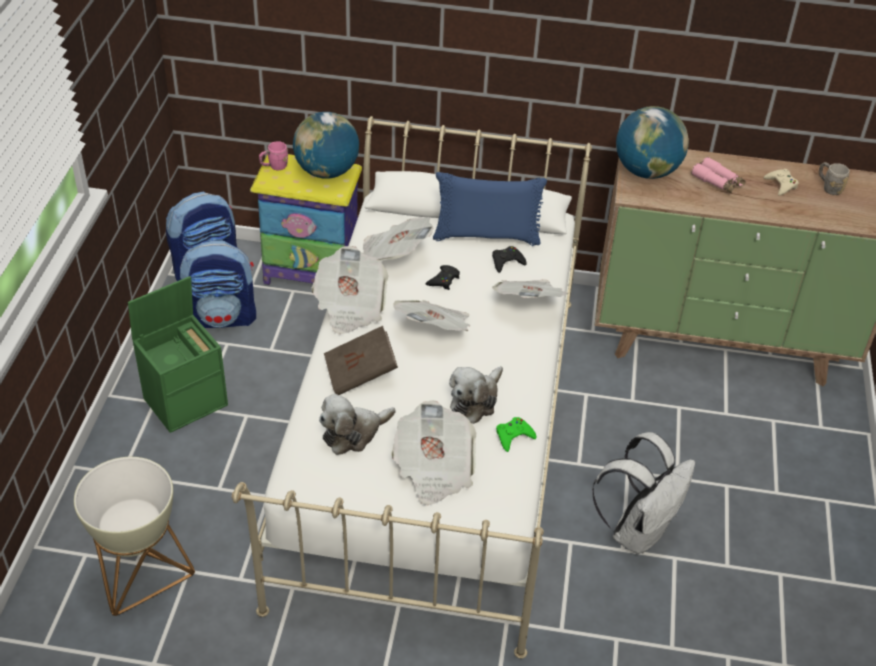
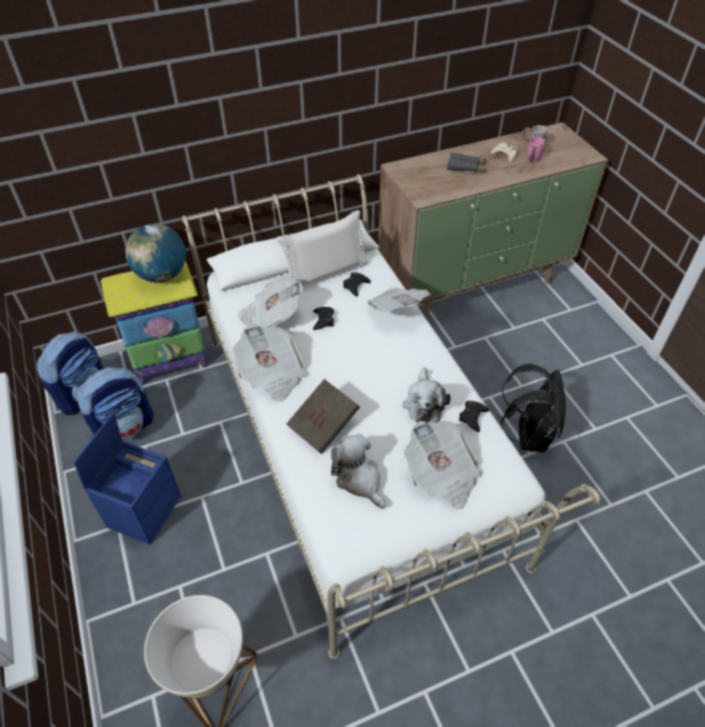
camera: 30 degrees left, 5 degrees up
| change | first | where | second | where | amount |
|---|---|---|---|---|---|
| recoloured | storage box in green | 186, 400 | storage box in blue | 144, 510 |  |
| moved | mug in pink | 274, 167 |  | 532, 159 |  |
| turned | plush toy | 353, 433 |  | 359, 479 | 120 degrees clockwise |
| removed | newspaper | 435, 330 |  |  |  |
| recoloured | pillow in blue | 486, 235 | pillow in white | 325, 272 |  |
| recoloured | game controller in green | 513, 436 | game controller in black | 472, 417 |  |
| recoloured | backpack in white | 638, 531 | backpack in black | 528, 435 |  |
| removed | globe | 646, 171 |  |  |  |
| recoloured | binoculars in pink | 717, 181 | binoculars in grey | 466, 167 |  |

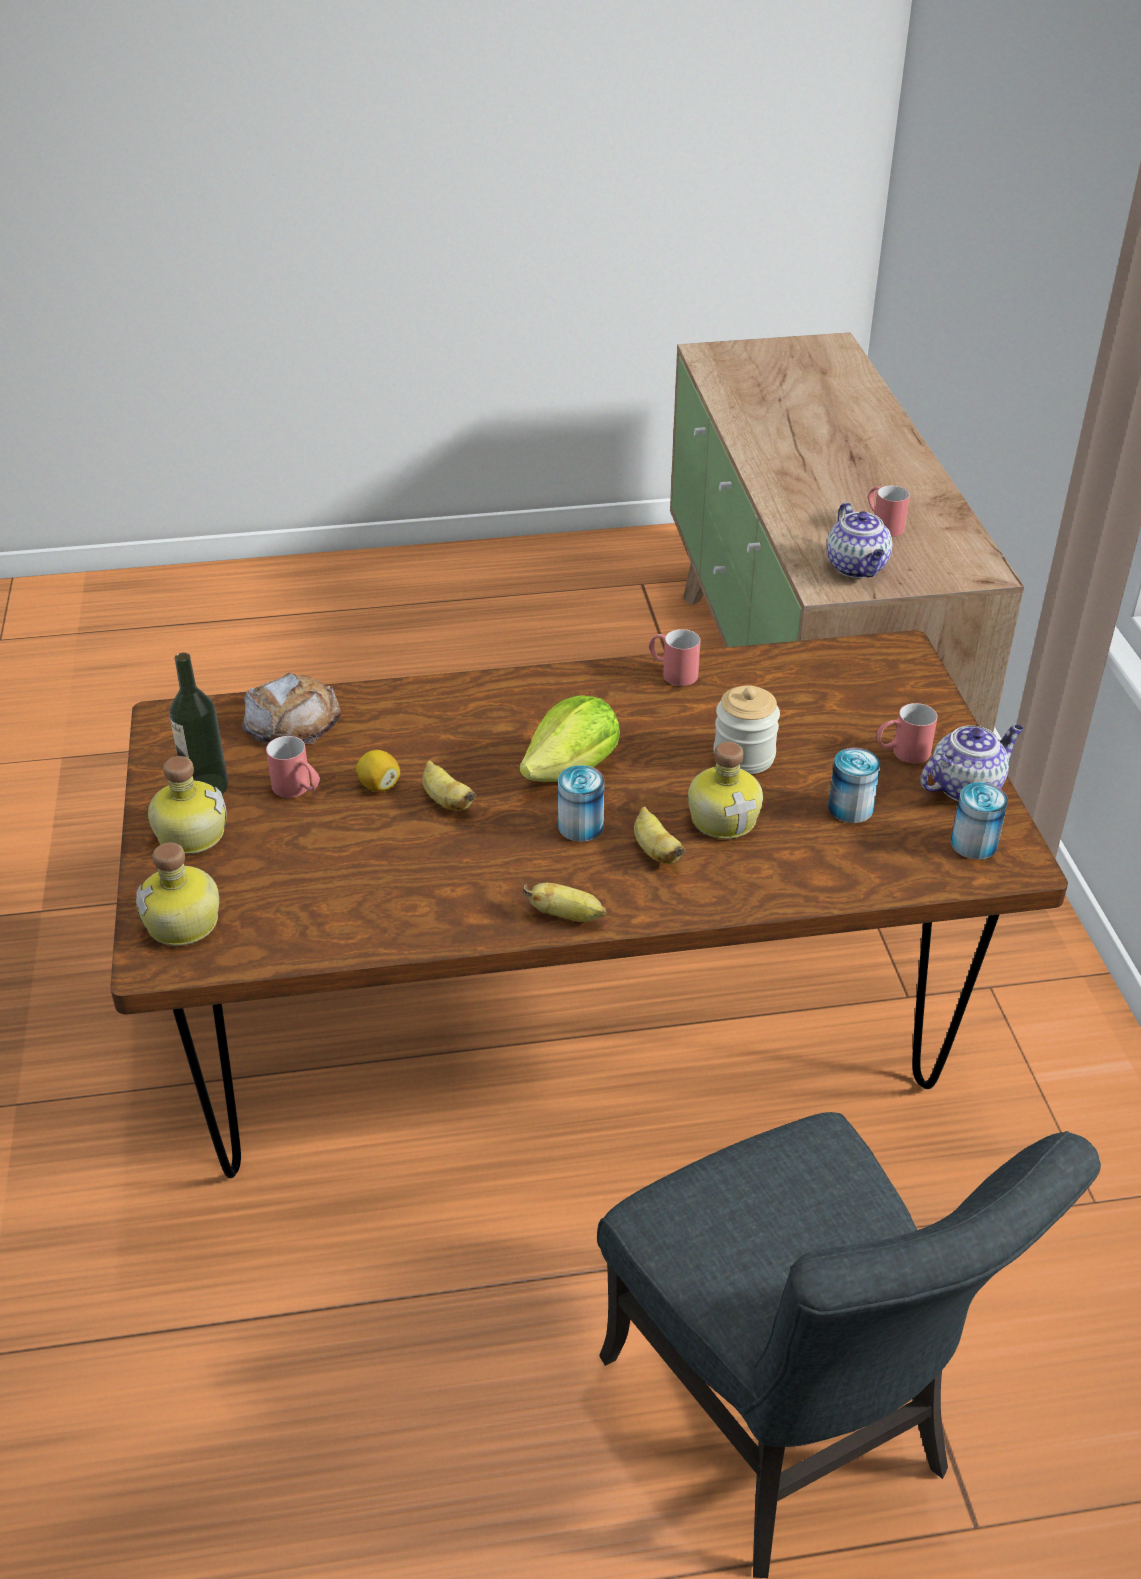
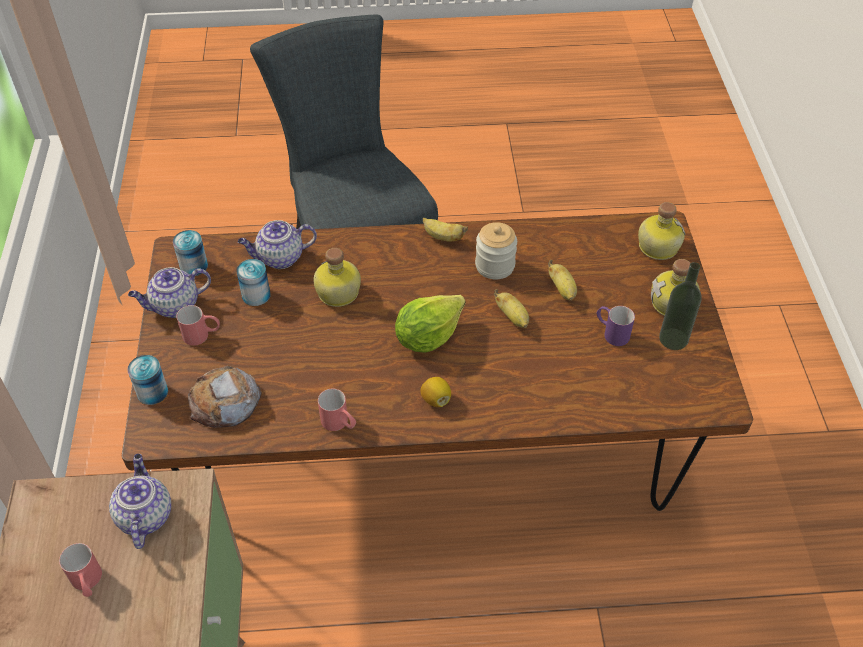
camera: 175 degrees left, 10 degrees up
| change | first | where | second | where | amount |
|---|---|---|---|---|---|
| moved | bread | 292, 719 |  | 224, 402 |  |
| recoloured | mug in red | 298, 790 | mug in purple | 611, 332 |  |
| moved | lemon | 379, 785 |  | 436, 399 |  |
| moved | can | 580, 826 |  | 152, 392 |  |
| moved | banana | 655, 851 |  | 562, 290 |  |
| moved | jar | 744, 756 |  | 495, 265 |  |
| added |  |  | teapot | 279, 258 |  |

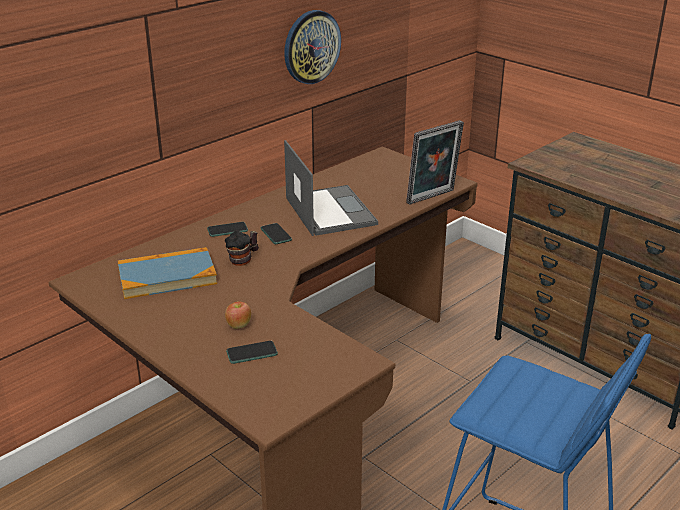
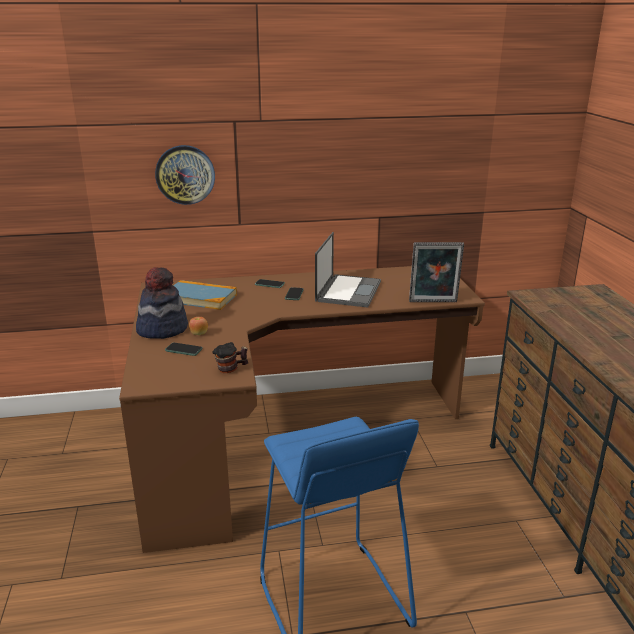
camera: 35 degrees right, 5 degrees down
| change | first | where | second | where | amount |
|---|---|---|---|---|---|
| moved | mug | 243, 260 |  | 231, 369 |  |
| moved | wall clock | 311, 47 |  | 185, 174 |  |
| added |  |  | hat | 162, 329 |  |

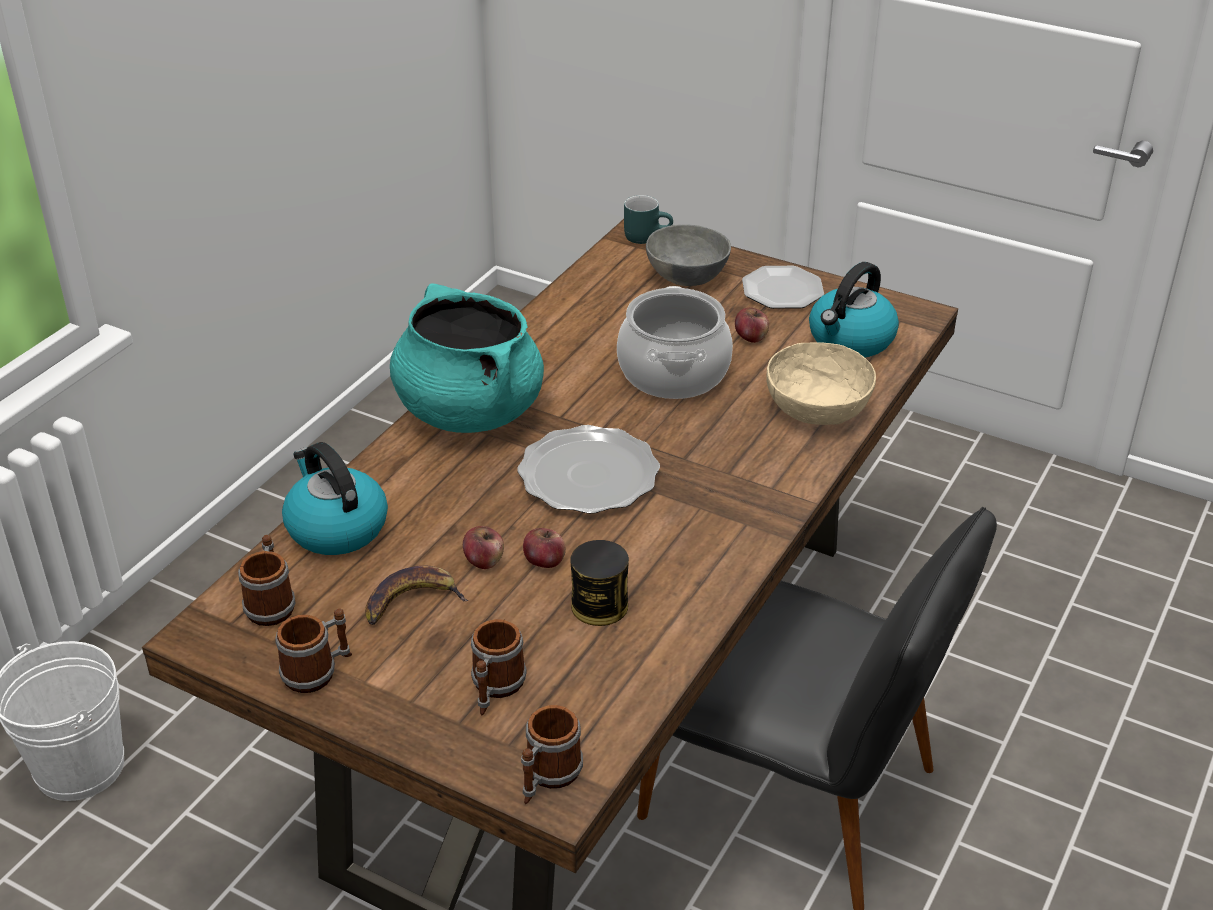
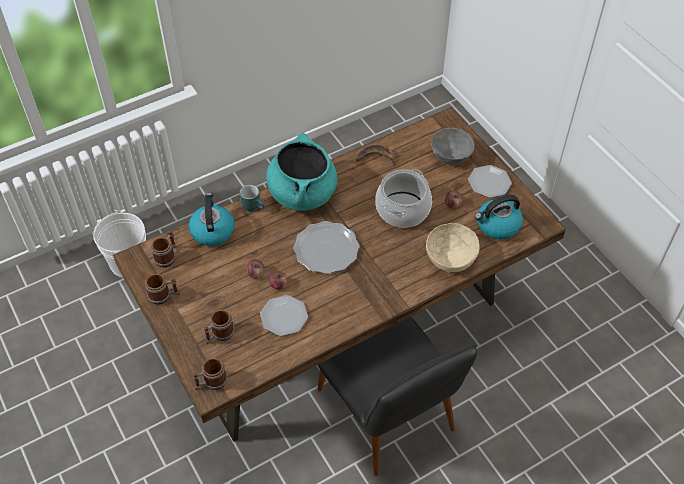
camera: 30 degrees right, 15 degrees up
| change | first | where | second | where | amount |
|---|---|---|---|---|---|
| moved | banana | 412, 601 |  | 376, 158 |  |
| replaced | can | 599, 606 | plate | 284, 316 |  |
| moved | mug in turquoise | 646, 236 |  | 254, 206 |  |

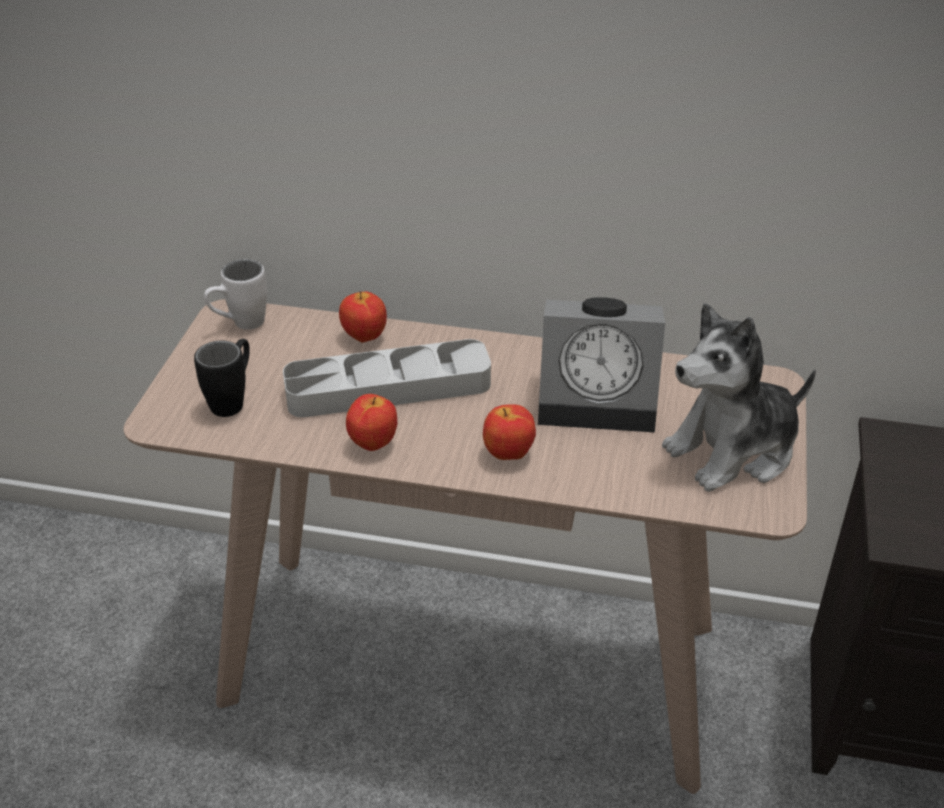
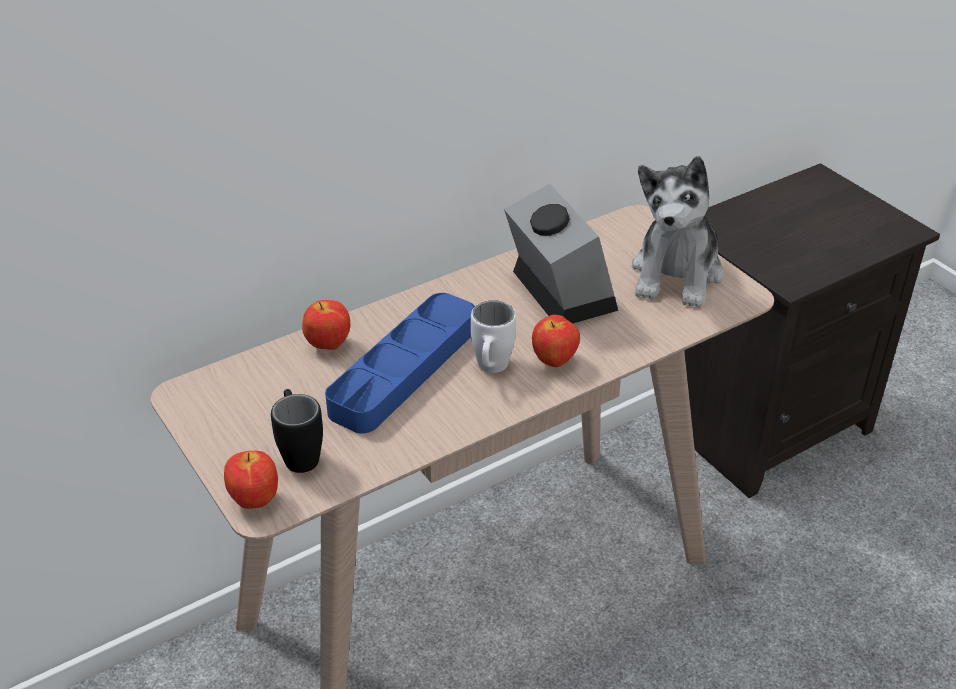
camera: 45 degrees left, 0 degrees up
| change | first | where | second | where | amount |
|---|---|---|---|---|---|
| moved | mug in white | 240, 324 |  | 490, 370 |  |
| recoloured | tray in grey | 388, 388 | tray in blue | 404, 369 |  |
| moved | apple | 372, 443 |  | 254, 500 |  |
| turned | alarm clock | 601, 400 |  | 557, 290 | 75 degrees counterclockwise |

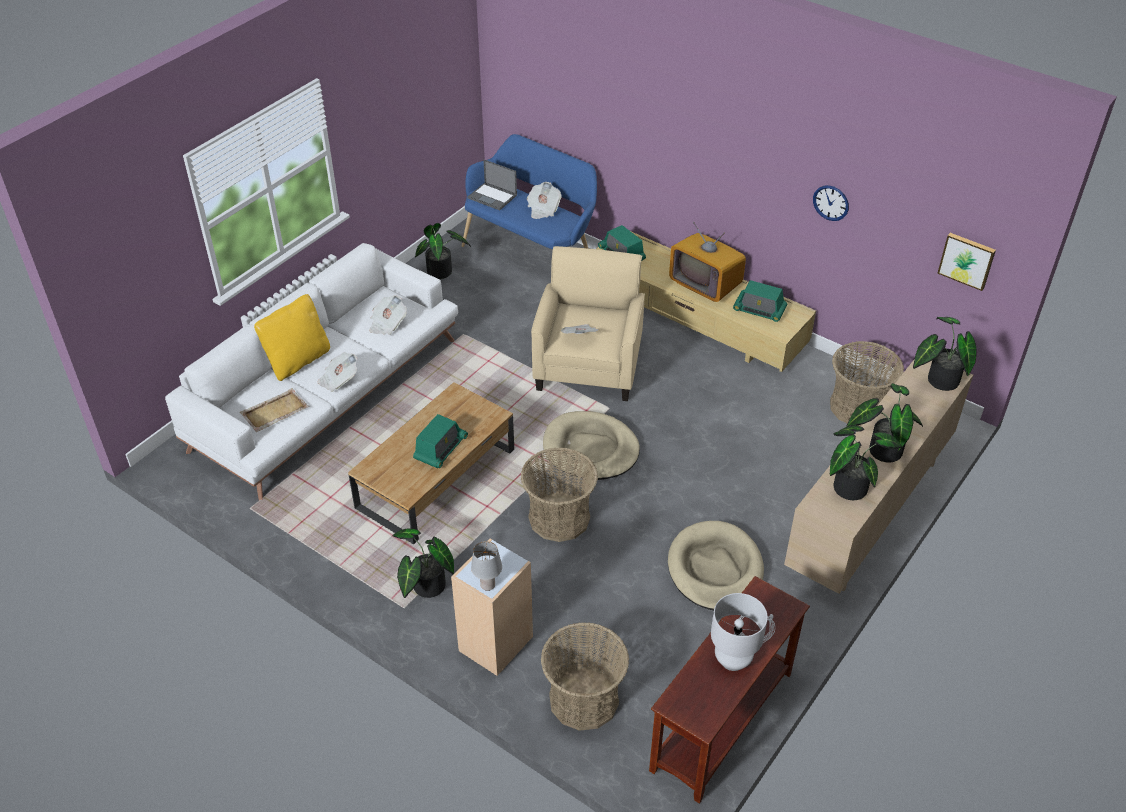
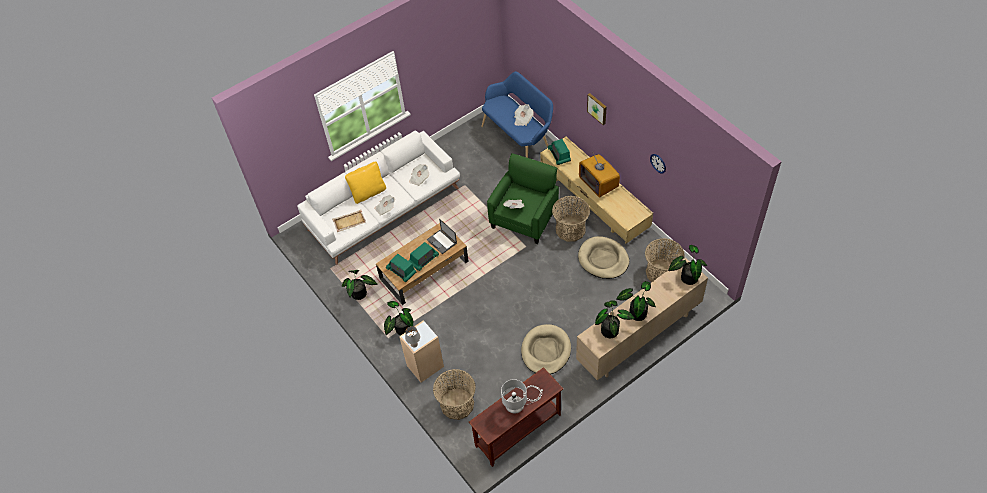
camera: 20 degrees right, 10 degrees up
| change | first | where | second | where | amount |
|---|---|---|---|---|---|
| moved | potted plant | 442, 272 |  | 360, 294 |  |
| moved | laptop | 493, 197 |  | 442, 241 |  |
| moved | basket | 559, 517 |  | 570, 229 |  |
| recoloured | armchair in beige | 588, 365 | armchair in green | 524, 218 |  |
| moved | dog bed in beige | 590, 449 |  | 603, 259 |  |
| moved | radio | 759, 310 |  | 401, 271 |  |
| moved | picture | 967, 260 |  | 597, 108 |  |

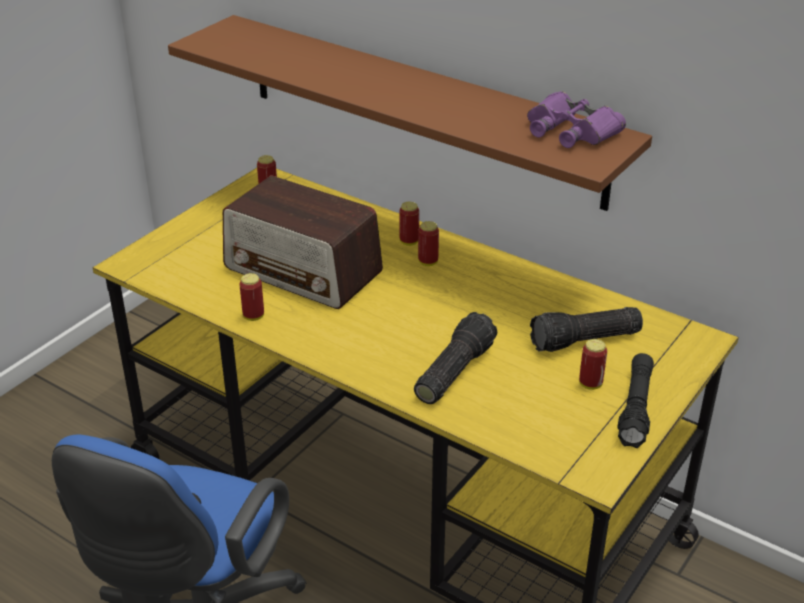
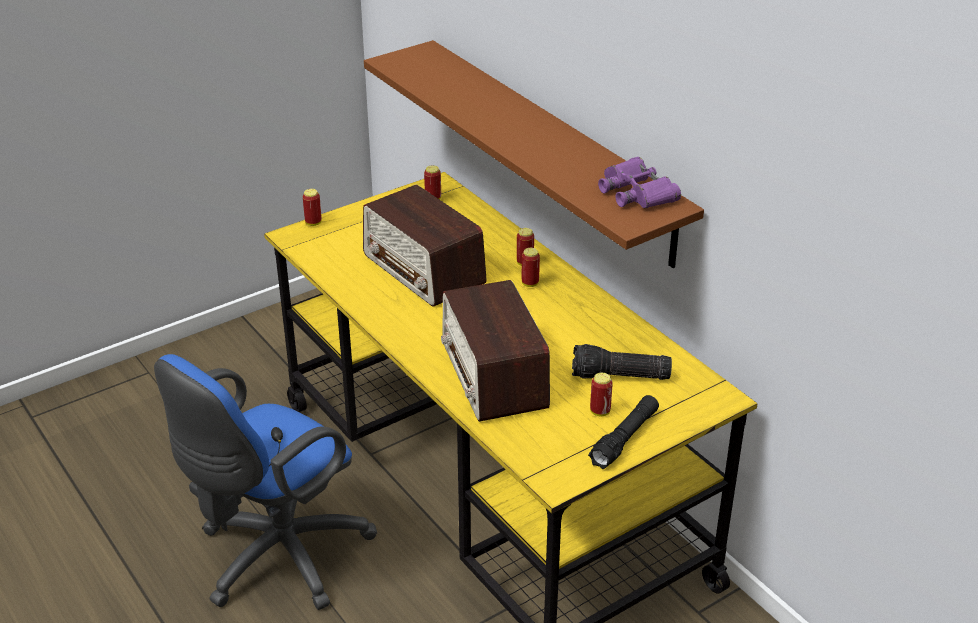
camera: 20 degrees right, 0 degrees up
| change | first | where | second | where | amount |
|---|---|---|---|---|---|
| moved | can | 253, 316 |  | 313, 223 |  |
| replaced | flashlight | 452, 371 | radio | 494, 375 |  |

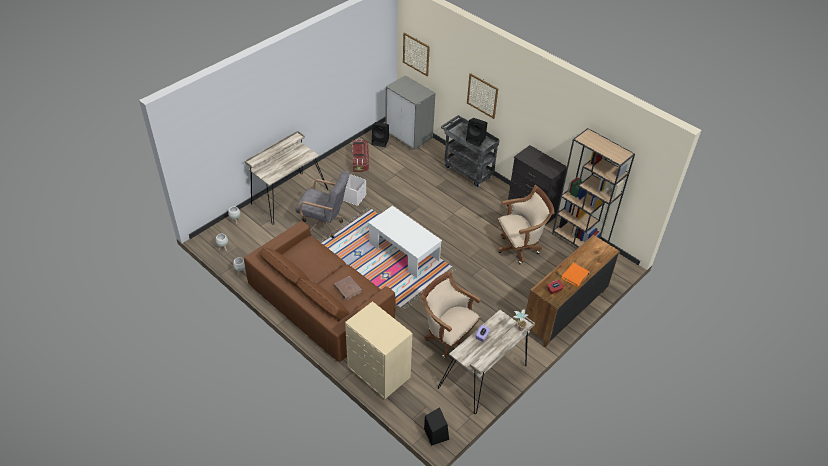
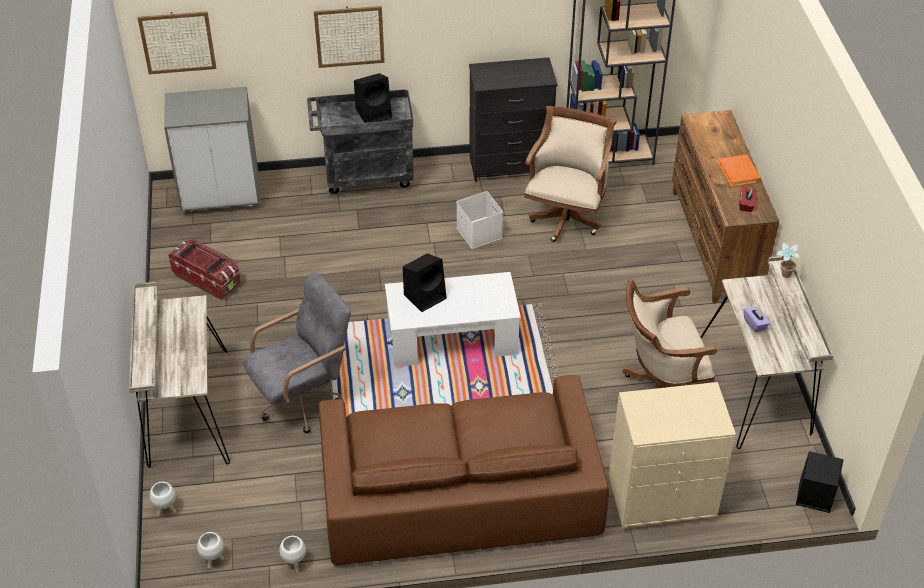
camera: 50 degrees left, 0 degrees up
| change | first | where | second | where | amount |
|---|---|---|---|---|---|
| removed | book in brown | 347, 289 |  |  |  |
| moved | storage box in white | 353, 196 |  | 478, 232 |  |
| moved | speaker in black | 380, 141 |  | 425, 296 |  |

